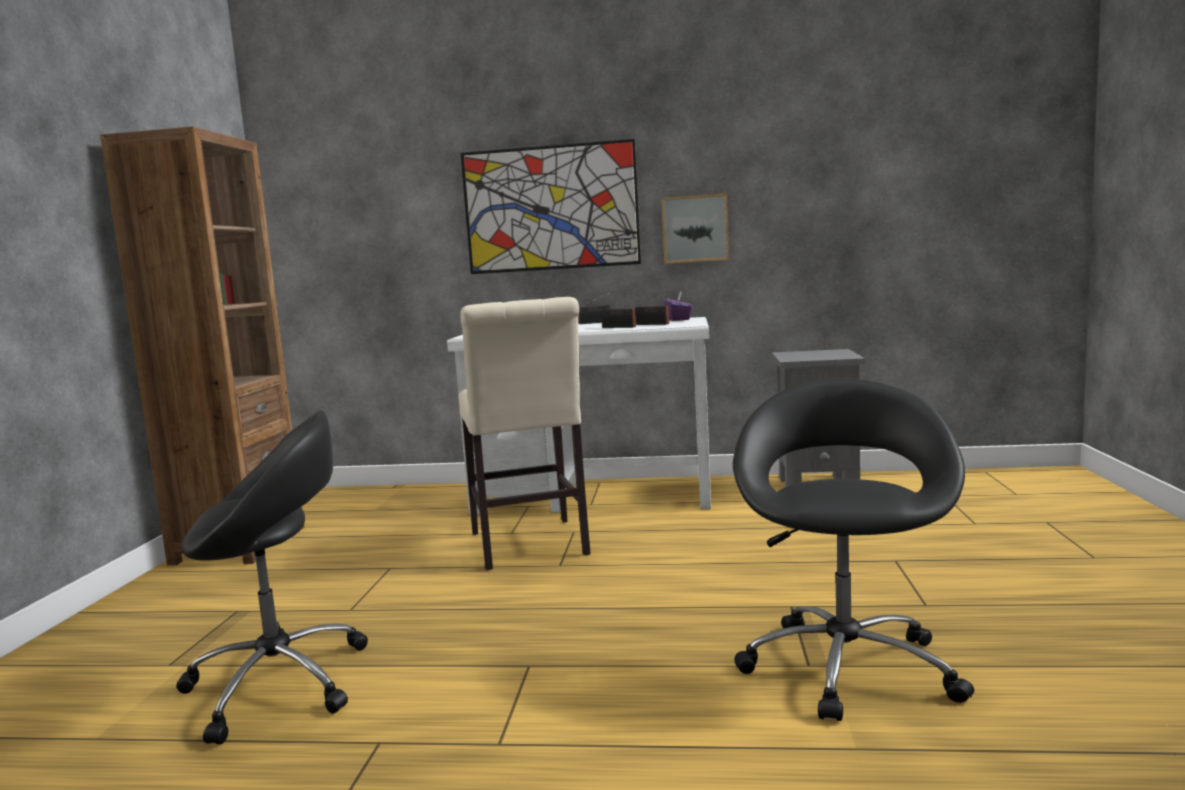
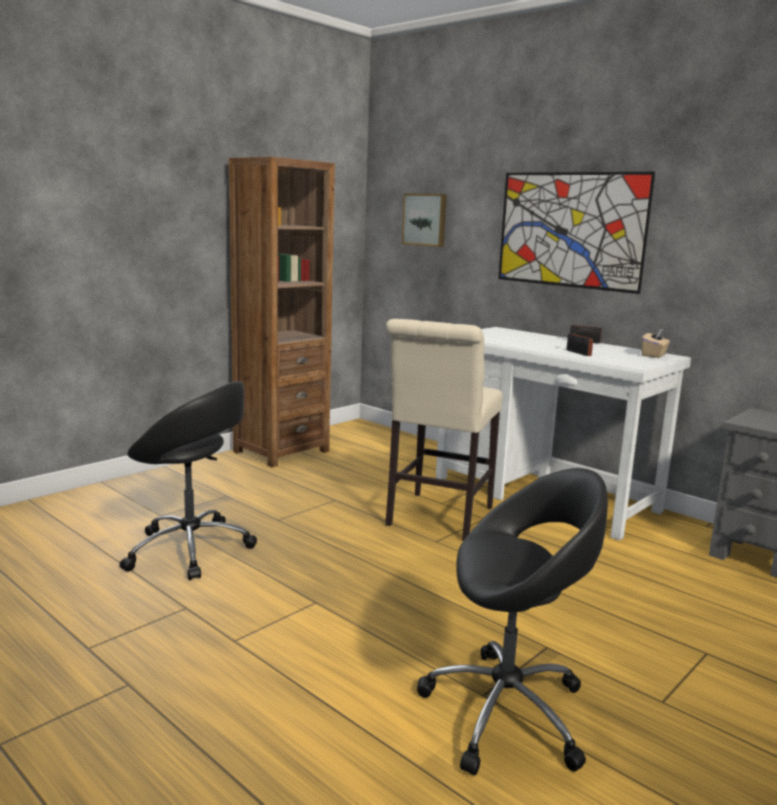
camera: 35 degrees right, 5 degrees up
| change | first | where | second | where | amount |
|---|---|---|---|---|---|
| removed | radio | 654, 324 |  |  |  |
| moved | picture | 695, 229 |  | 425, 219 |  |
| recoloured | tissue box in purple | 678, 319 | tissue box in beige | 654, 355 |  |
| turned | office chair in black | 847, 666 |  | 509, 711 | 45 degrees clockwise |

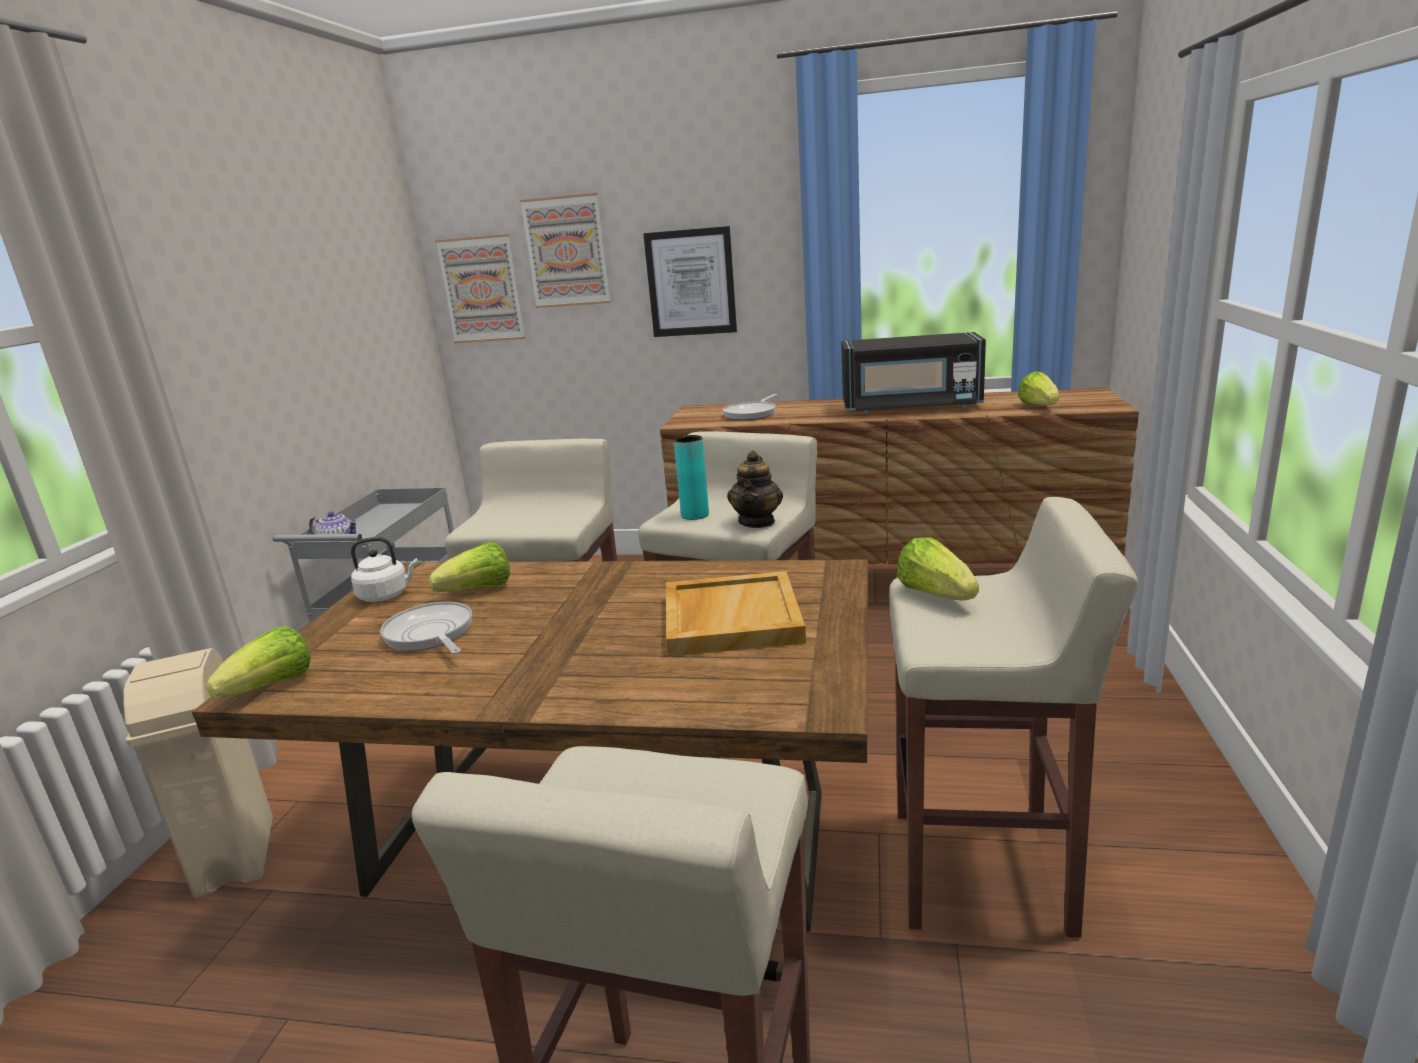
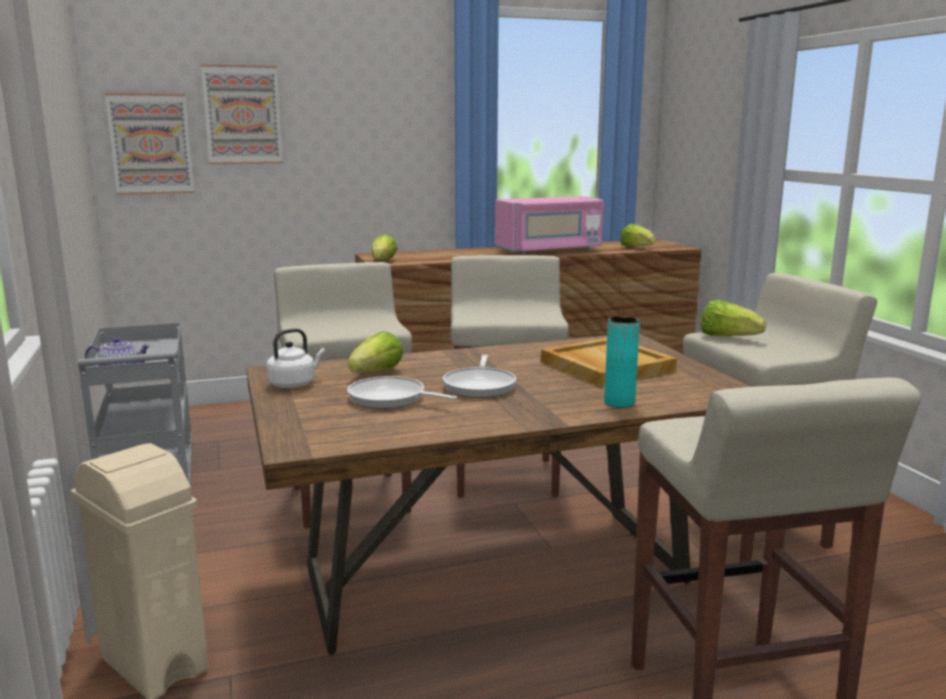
camera: 30 degrees left, 5 degrees down
| change | first | where | second | where | amount |
|---|---|---|---|---|---|
| moved | lettuce | 272, 687 |  | 383, 261 |  |
| removed | picture | 691, 282 |  |  |  |
| moved | vase in turquoise | 695, 515 |  | 619, 402 |  |
| moved | frying pan | 752, 413 |  | 480, 386 |  |
| removed | teapot | 757, 522 |  |  |  |
| recoloured | microwave in black | 911, 407 | microwave in pink | 549, 250 |  |

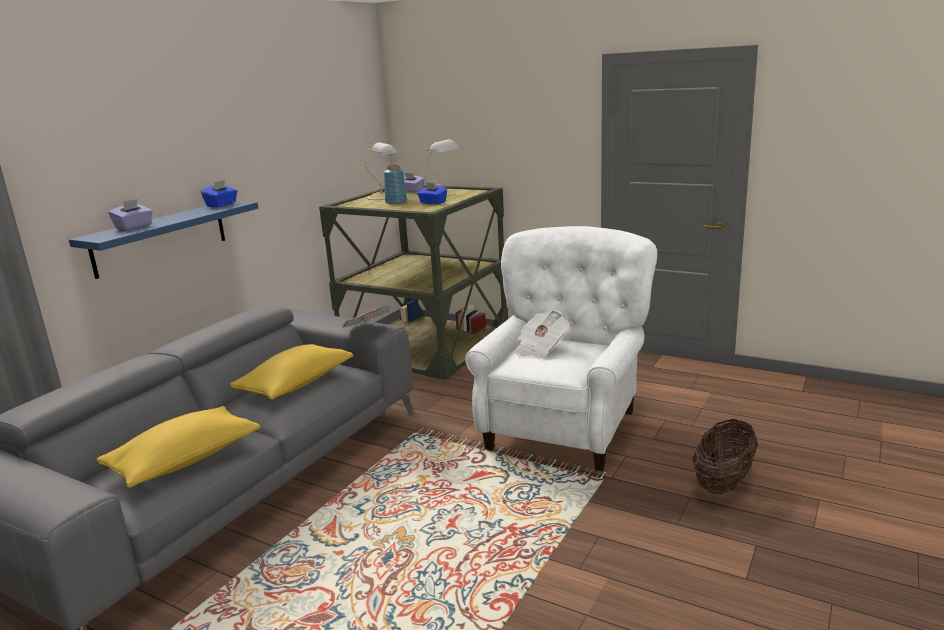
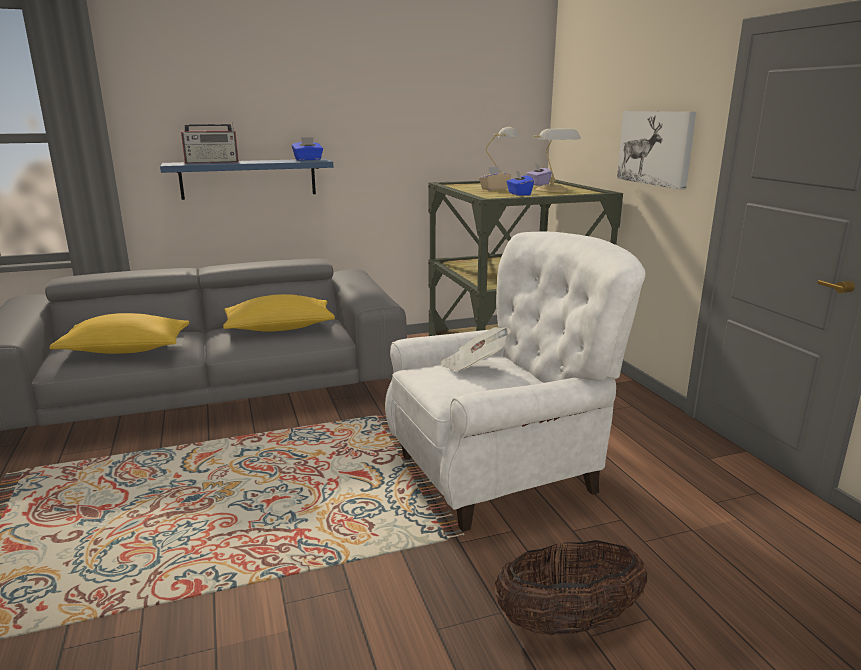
camera: 40 degrees right, 0 degrees up
| change | first | where | second | where | amount |
|---|---|---|---|---|---|
| replaced | tissue box in purple | 134, 227 | radio | 213, 162 |  |
| removed | newspaper | 367, 330 |  |  |  |
| replaced | vase in blue | 396, 202 | tissue box in beige | 494, 189 |  |
| added |  |  | picture | 656, 148 |  |

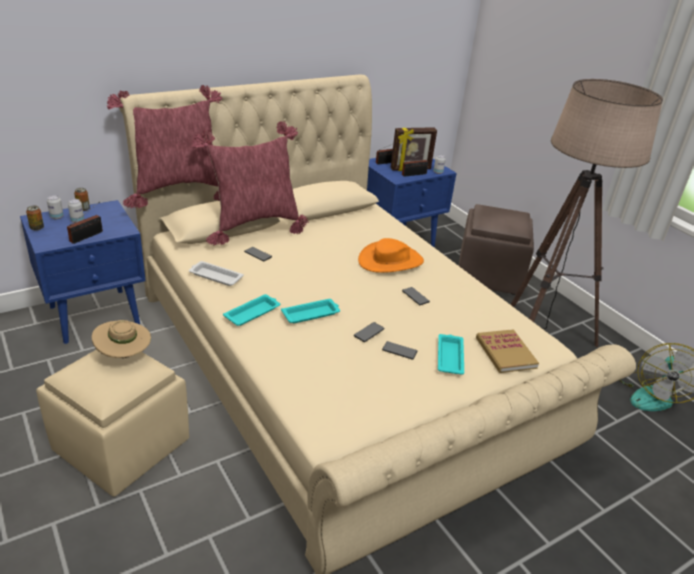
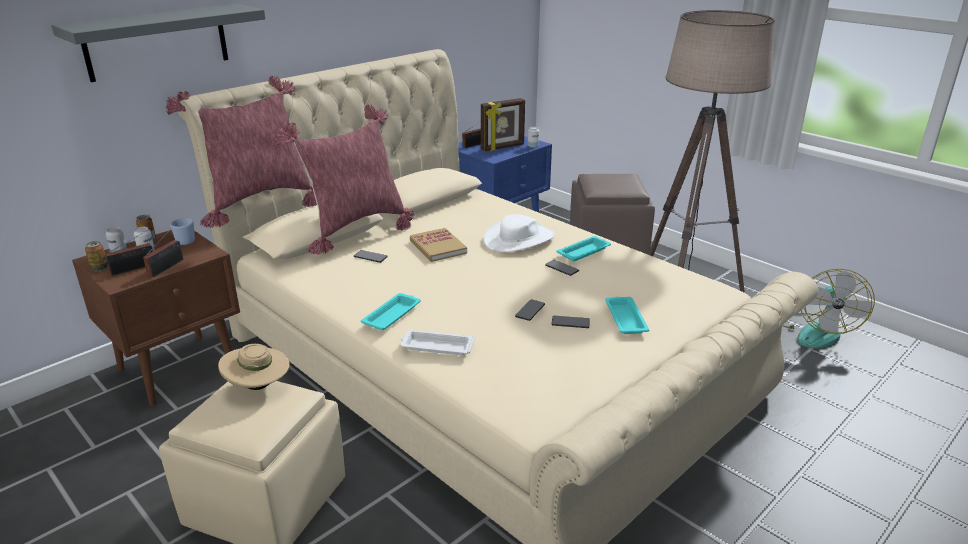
camera: 10 degrees left, 5 degrees down
| change | first | where | second | where | amount |
|---|---|---|---|---|---|
| recoloured | nightstand in blue | 96, 315 | nightstand in brown | 180, 368 |  |
| moved | tray in white | 215, 276 |  | 436, 346 |  |
| moved | tray in turquoise | 311, 314 |  | 584, 252 |  |
| recoloured | hat in orange | 391, 261 | hat in white | 519, 239 |  |
| moved | radio | 415, 174 |  | 136, 268 |  |
| moved | book | 505, 353 |  | 438, 247 |  |
| added |  |  | shelf in grey | 157, 42 |  |
| added |  |  | mug in blue | 187, 240 |  |

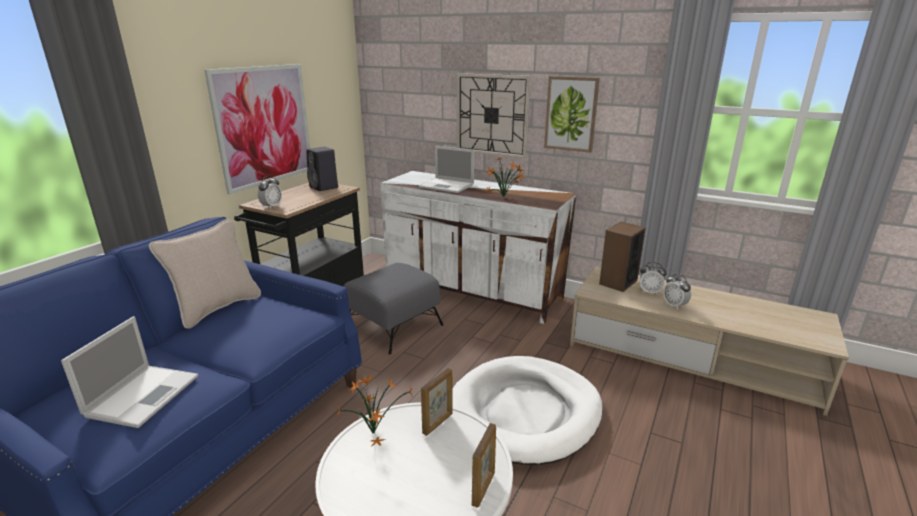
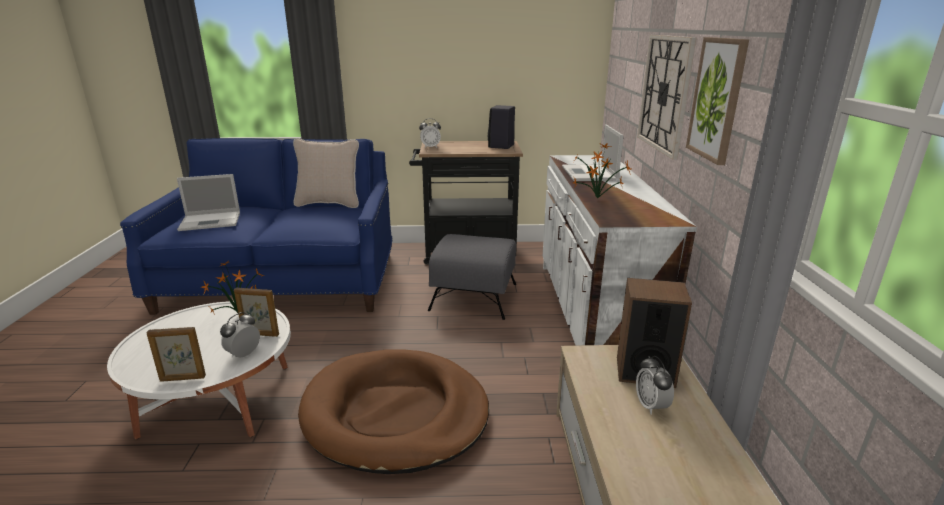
camera: 60 degrees right, 0 degrees up
| change | first | where | second | where | amount |
|---|---|---|---|---|---|
| removed | picture | 264, 126 |  |  |  |
| recoloured | dog bed in white | 524, 412 | dog bed in brown | 395, 414 |  |
| moved | alarm clock | 674, 305 |  | 244, 354 |  |

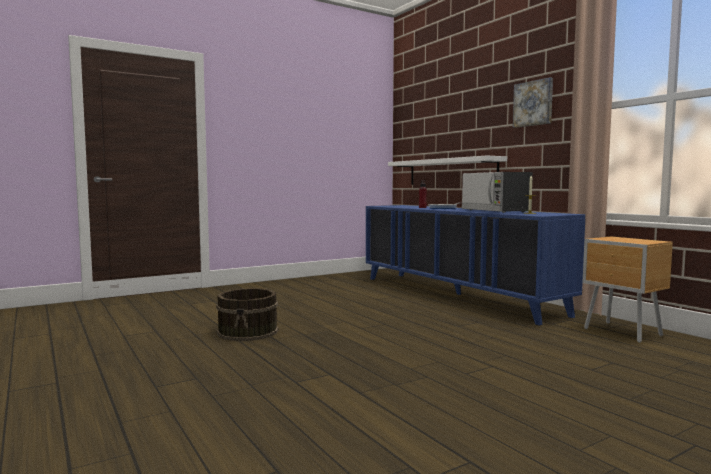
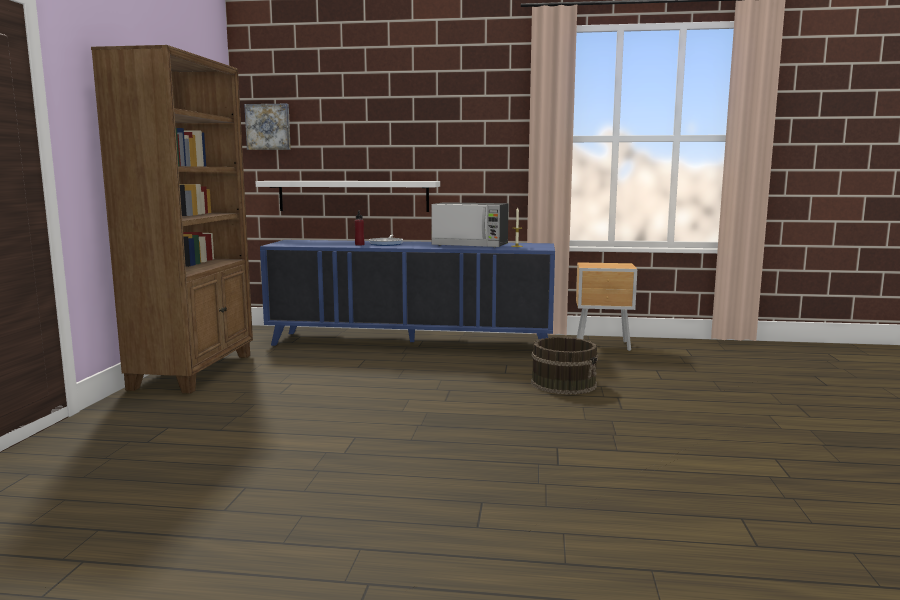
camera: 50 degrees left, 5 degrees up
| change | first | where | second | where | amount |
|---|---|---|---|---|---|
| moved | bucket in brown | 248, 332 |  | 564, 384 |  |
| moved | picture | 533, 103 |  | 268, 127 |  |
| added |  |  | bookcase in brown | 195, 371 |  |

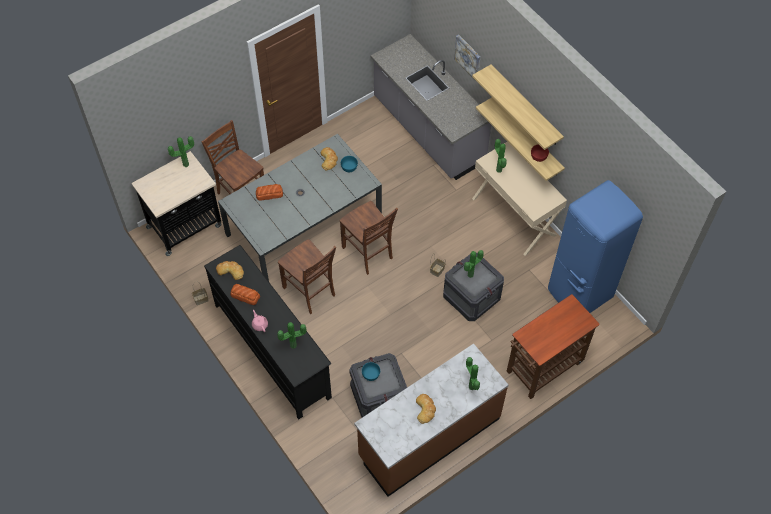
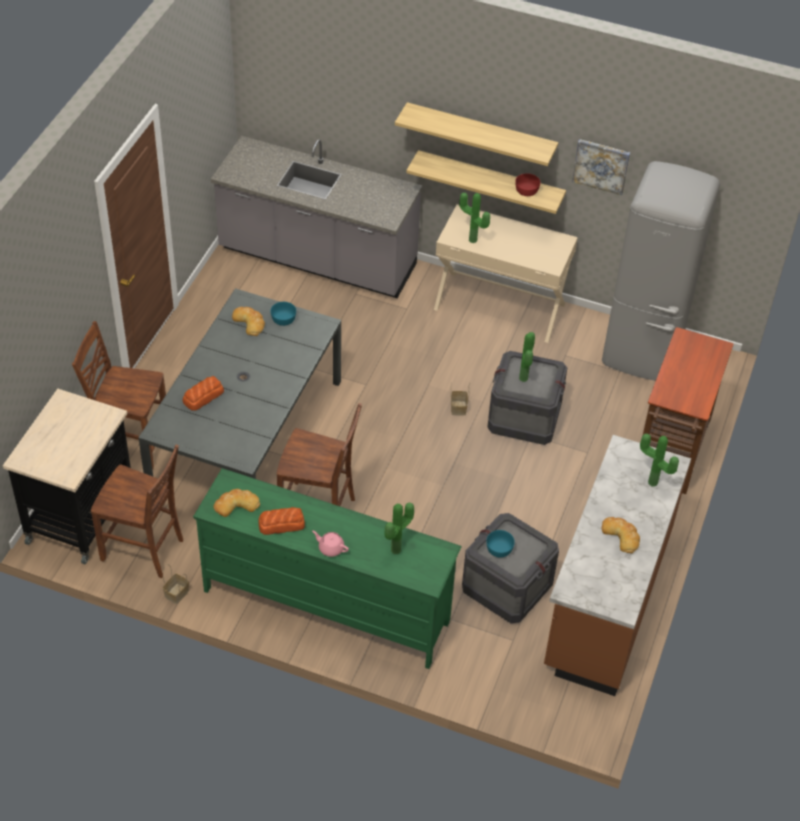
camera: 35 degrees left, 10 degrees down
| change | first | where | second | where | amount |
|---|---|---|---|---|---|
| removed | potted plant | 185, 163 |  |  |  |
| recoloured | dresser in black | 272, 350 | dresser in green | 326, 605 |  |
| moved | chair in brown | 368, 253 |  | 144, 550 |  |
| moved | picture | 468, 57 |  | 601, 166 |  |
| recoloured | fridge in blue | 578, 293 | fridge in grey | 642, 353 |  |

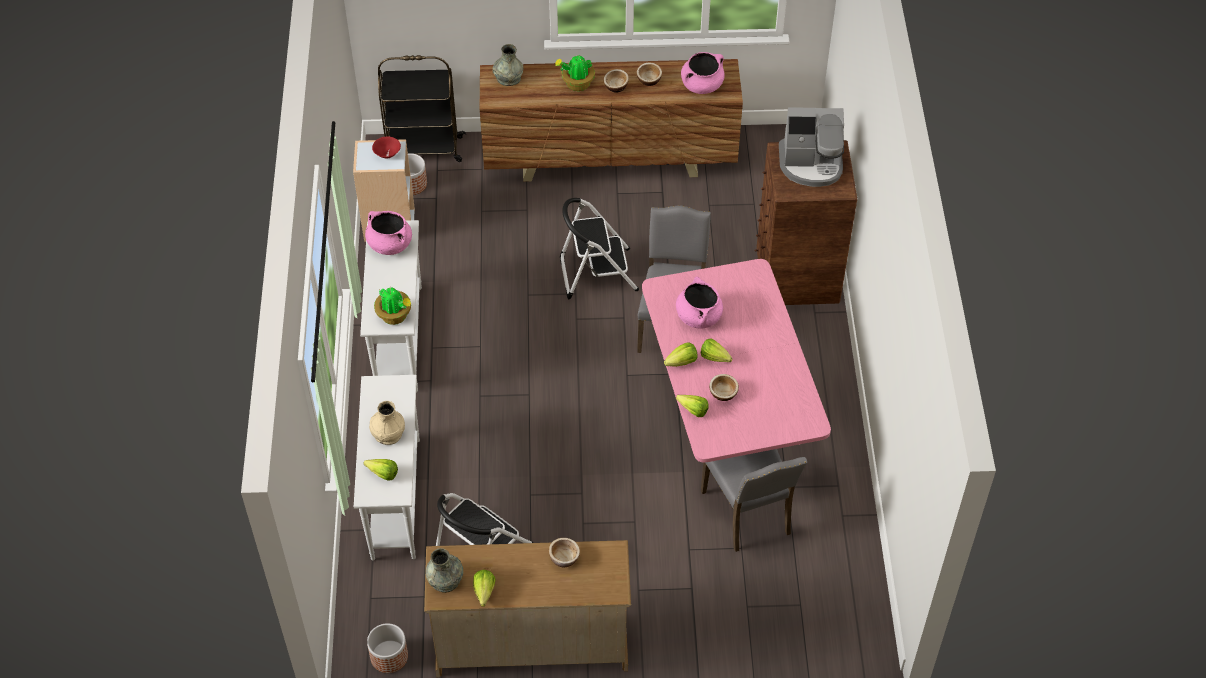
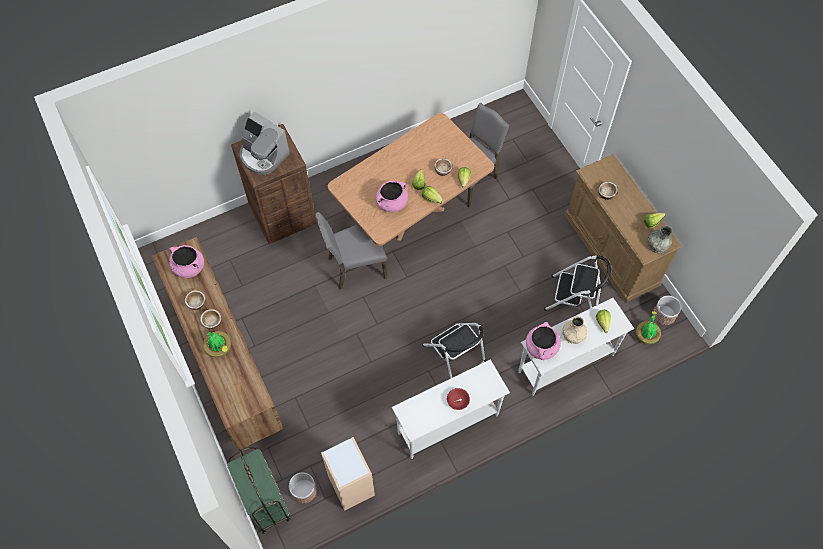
camera: 115 degrees left, 10 degrees up
| change | first | where | second | where | amount |
|---|---|---|---|---|---|
| moved | cooking pot in pink | 389, 244 |  | 541, 347 |  |
| moved | bowl in red | 387, 154 |  | 458, 401 |  |
| moved | potted plant | 395, 316 |  | 646, 335 |  |
| recoloured | cart in black | 423, 149 | cart in green | 265, 500 |  |
| removed | vase in grey | 508, 77 |  |  |  |
| moved | step ladder | 595, 273 |  | 455, 356 |  |
| recoloured | dining table in pink | 728, 418 | dining table in brown | 411, 212 |  |
| turned | coffee machine | 811, 164 |  | 263, 155 | 150 degrees clockwise |

